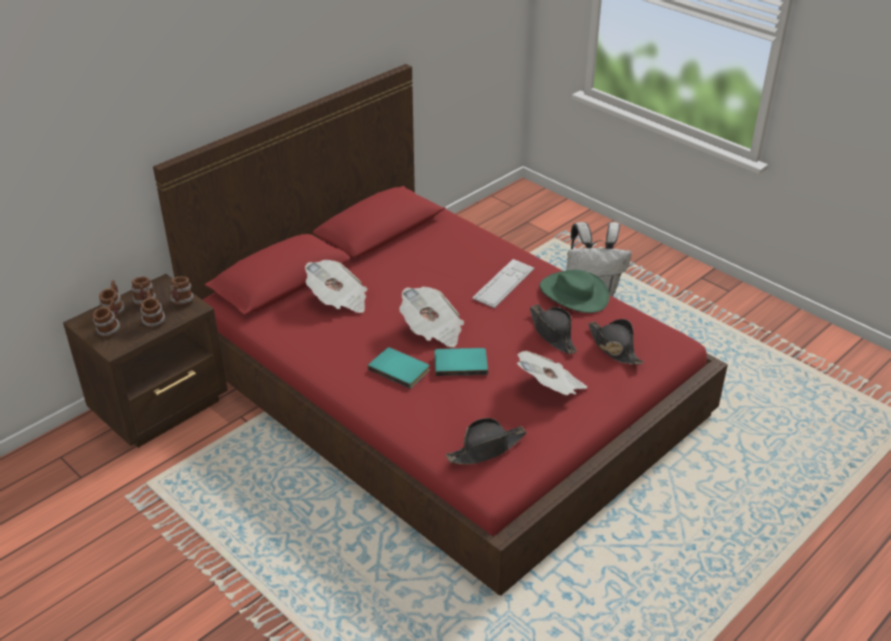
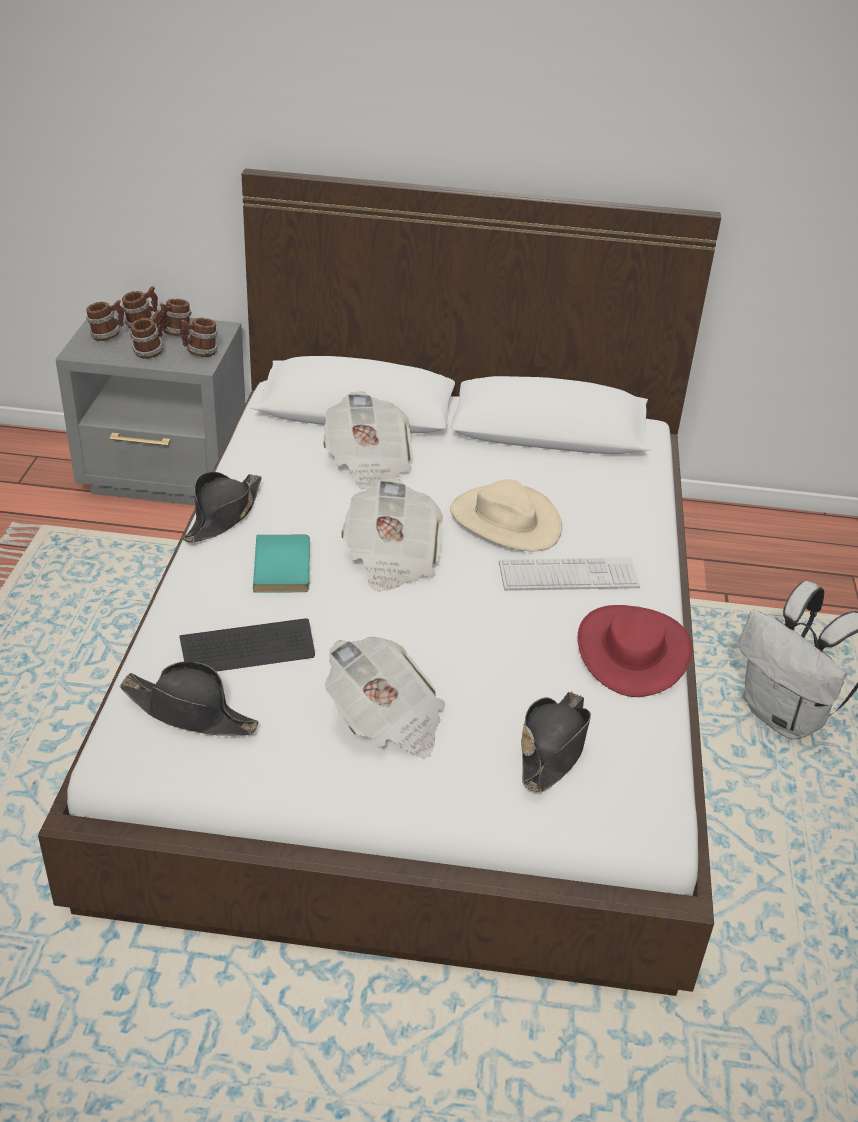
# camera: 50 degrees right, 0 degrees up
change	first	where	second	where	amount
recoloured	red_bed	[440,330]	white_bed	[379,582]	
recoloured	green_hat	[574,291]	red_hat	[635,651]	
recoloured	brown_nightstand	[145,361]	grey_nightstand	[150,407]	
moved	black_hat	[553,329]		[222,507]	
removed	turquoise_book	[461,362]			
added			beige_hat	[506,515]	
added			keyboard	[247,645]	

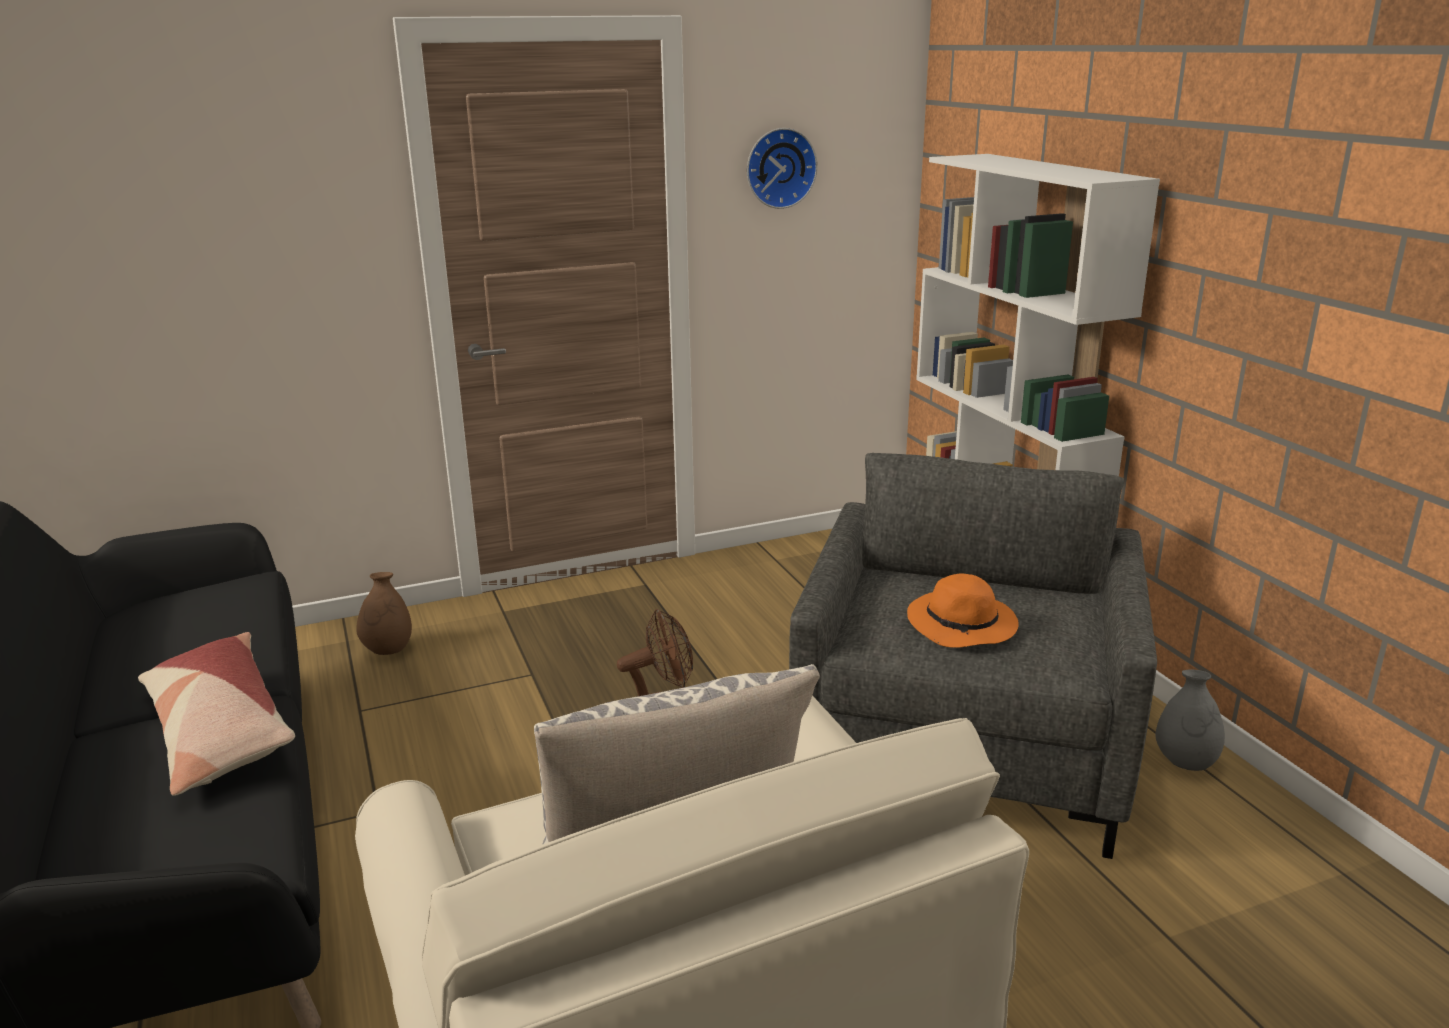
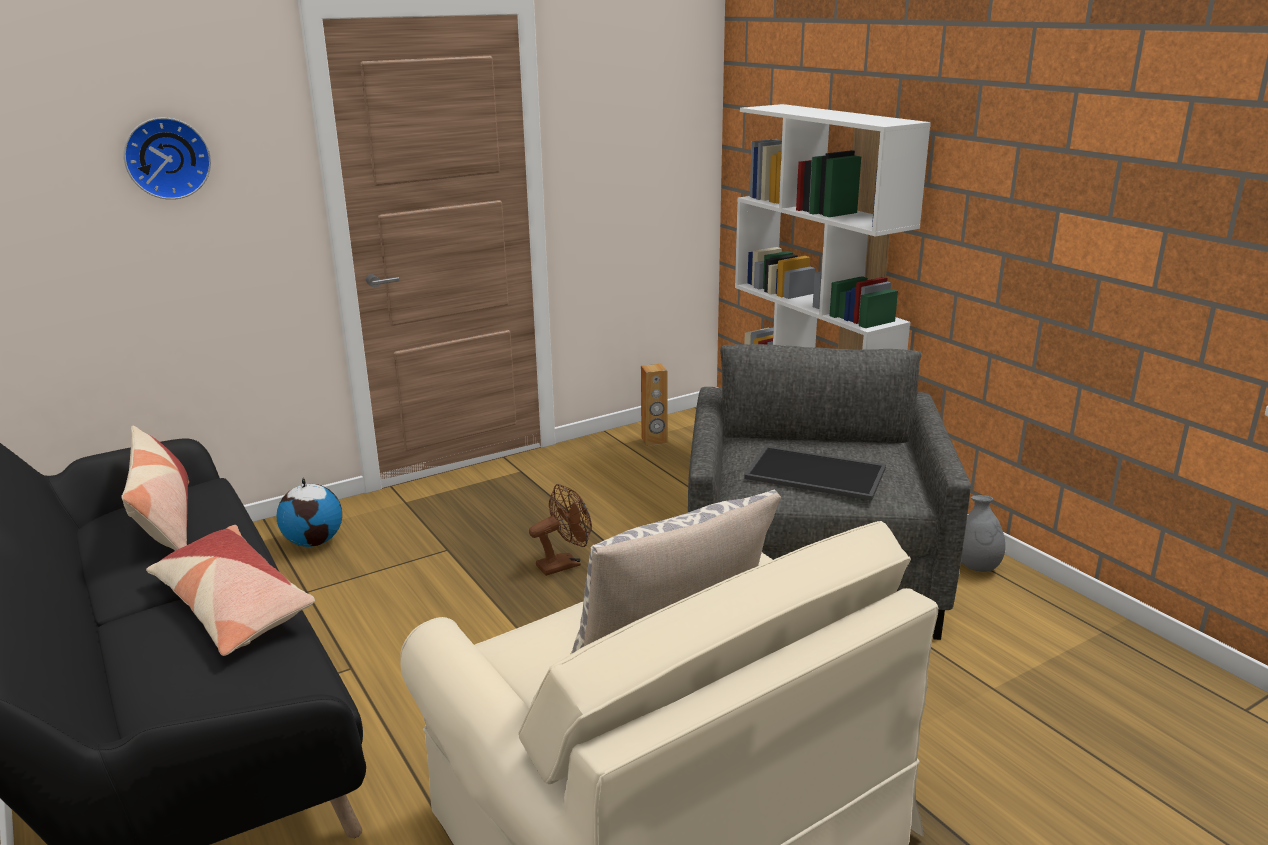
# camera: 10 degrees left, 0 degrees up
change	first	where	second	where	amount
moved	wall_clock	[782,168]		[167,158]	
replaced	brown_vase	[384,613]	globe	[309,512]	
replaced	orange_hat	[963,611]	tray	[815,473]	
added			brown_speaker	[654,405]	
added			pillow	[155,488]	

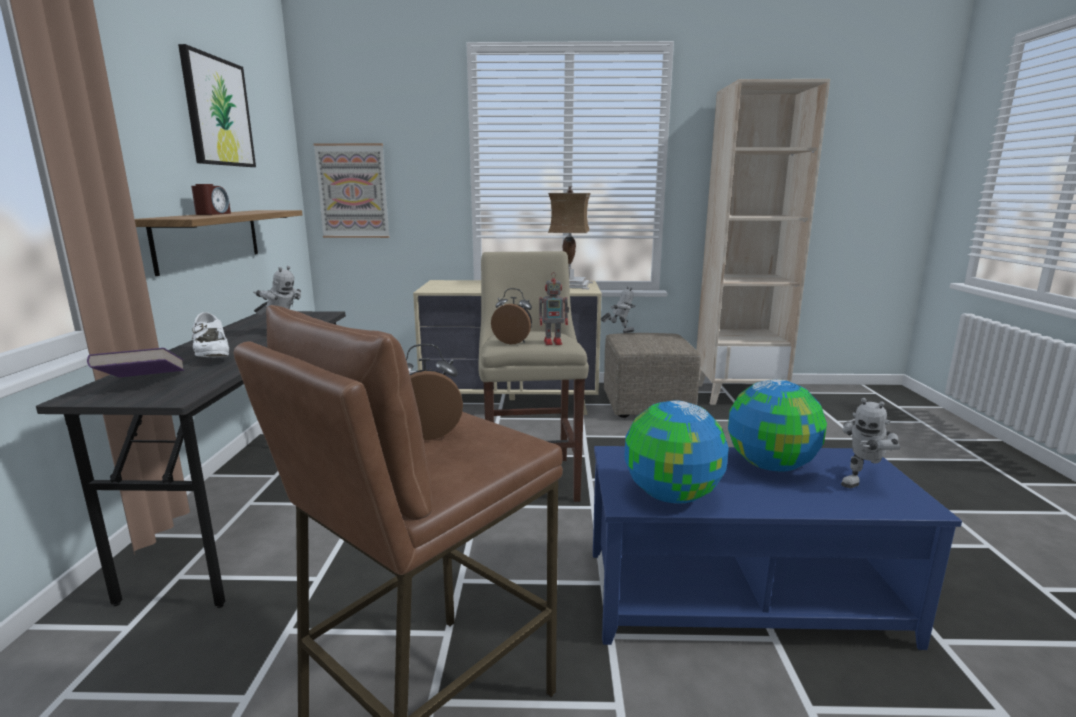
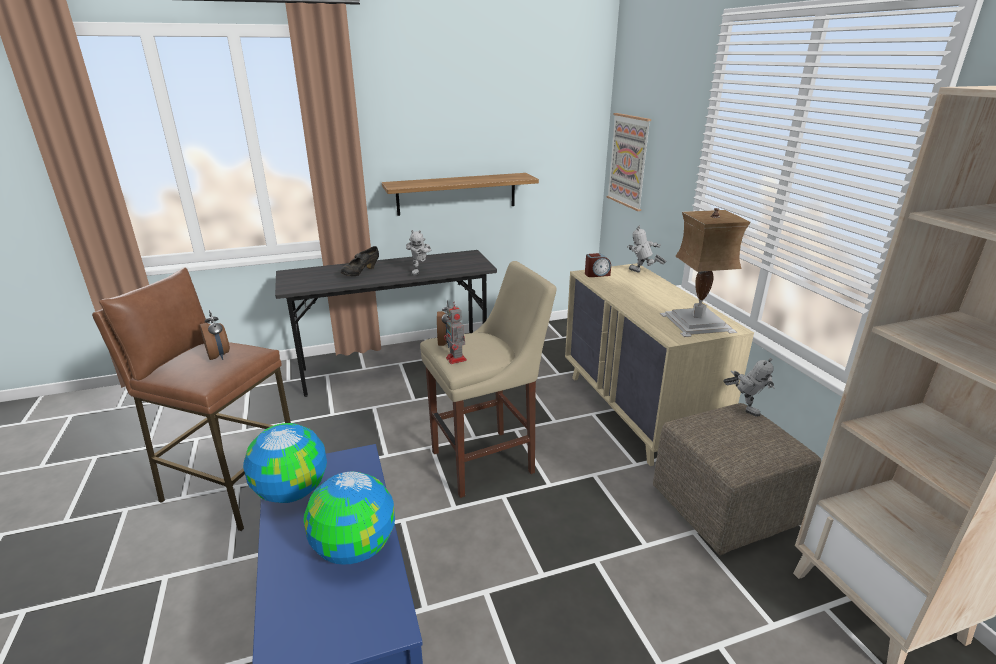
# camera: 70 degrees right, 10 degrees up
change	first	where	second	where	amount
removed	picture	[217,105]			
moved	alarm_clock	[211,199]		[598,265]	
recoloured	white_shoe	[210,334]	black_shoe	[359,261]	
removed	purple_book	[136,362]			
moved	toy_robot	[870,443]		[646,249]	

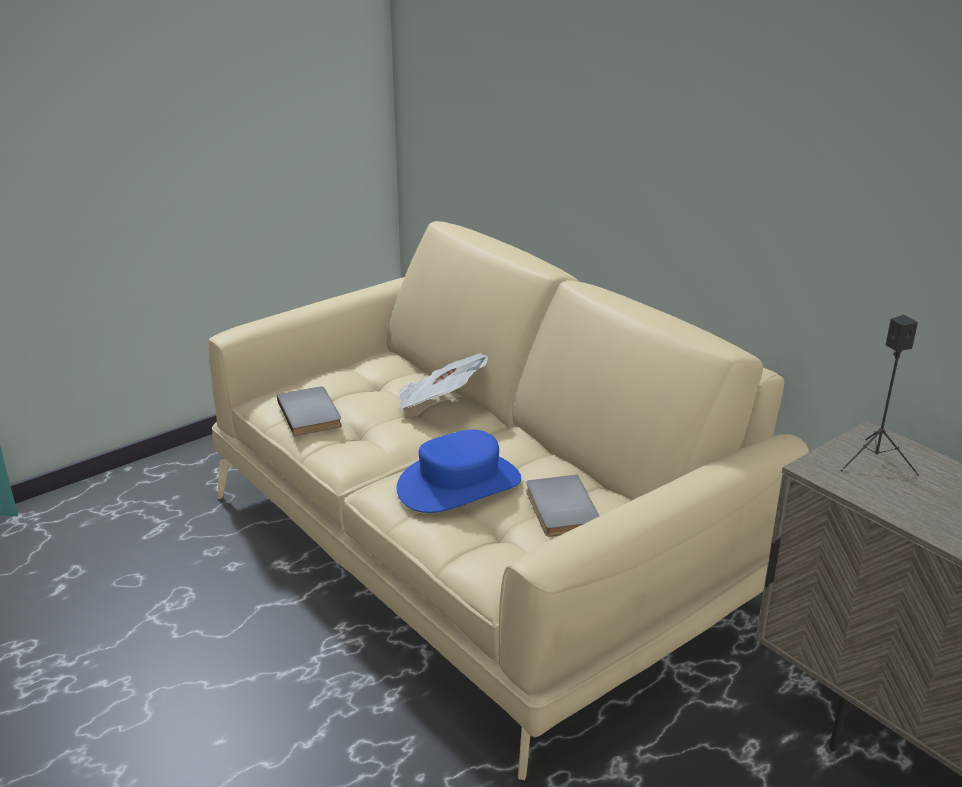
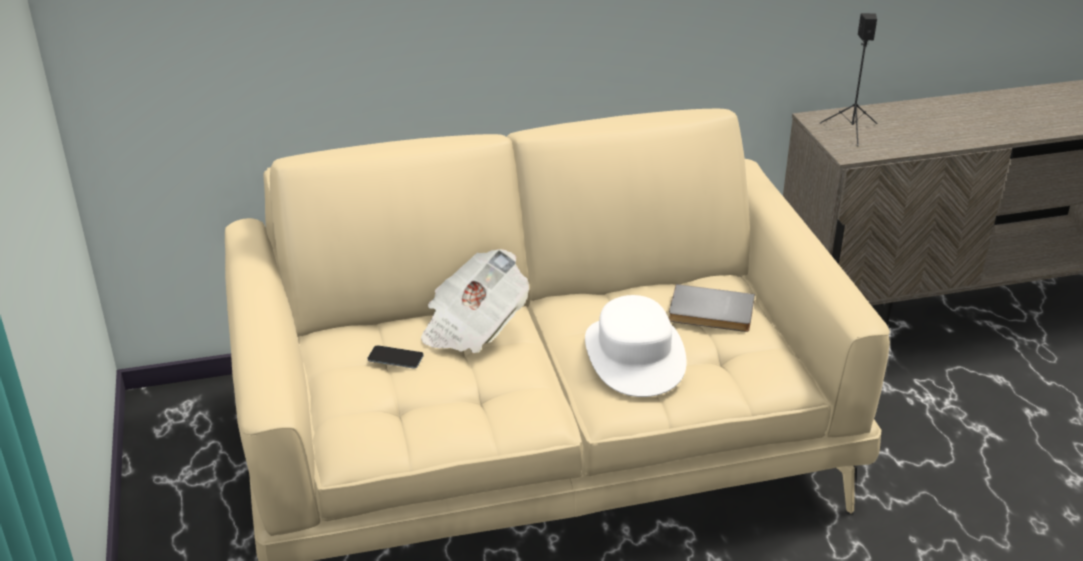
# camera: 65 degrees left, 5 degrees up
change	first	where	second	where	amount
removed	grey_book	[309,411]			
recoloured	blue_hat	[459,471]	white_hat	[636,346]	
added			phone	[395,356]	

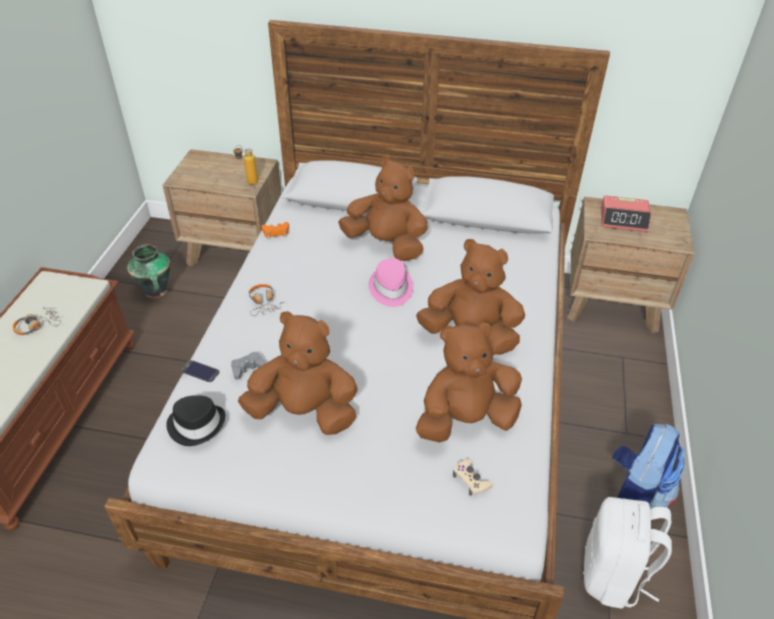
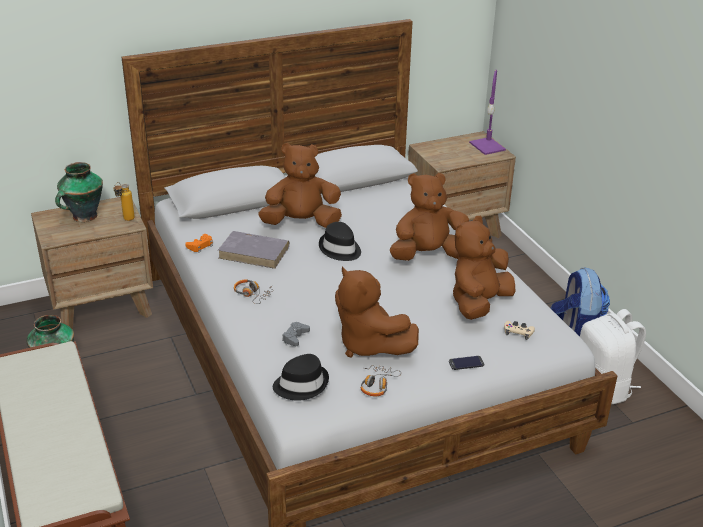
# camera: 35 degrees left, 10 degrees down
change	first	where	second	where	amount
removed	alarm_clock	[626,213]			
recoloured	pink_hat	[391,282]	black_hat	[340,241]	
moved	headphones	[37,321]		[381,380]	
turned	brown_plush_toy	[298,373]		[377,312]	105 degrees counterclockwise
moved	phone	[200,371]		[466,363]	
added			purple_table_lamp	[487,112]	
added			vase	[79,192]	
added			grey_book	[254,250]	

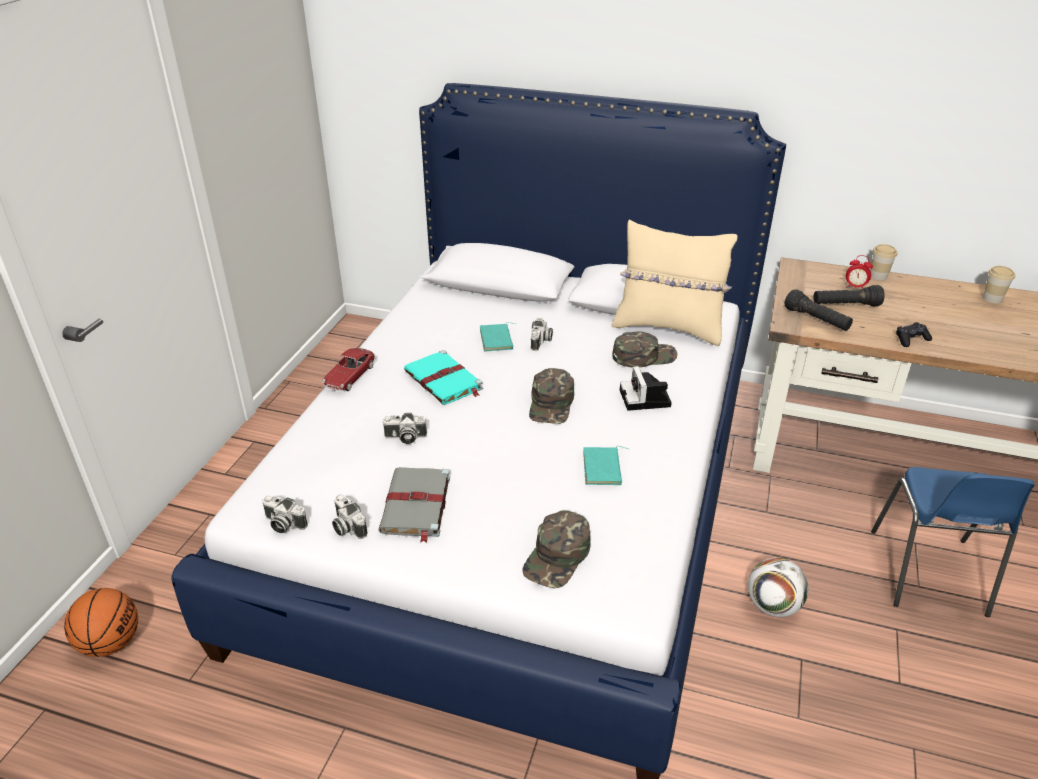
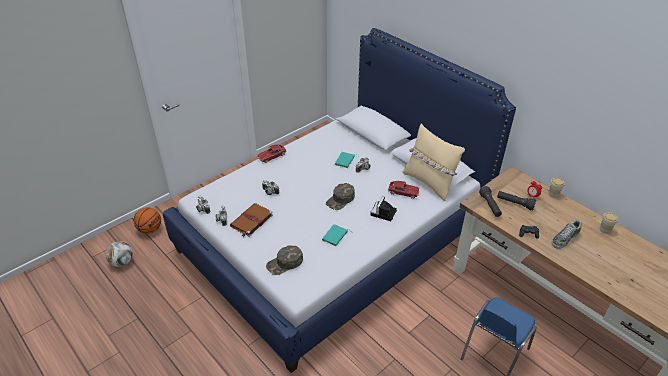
# camera: 30 degrees right, 5 degrees up
change	first	where	second	where	amount
replaced	green_cap	[644,349]	toy_car	[403,190]	
removed	turquoise_book	[443,377]			
recoloured	grey_book	[414,505]	brown_book	[251,220]	
moved	football	[778,587]		[119,254]	
added			shoe	[567,234]	

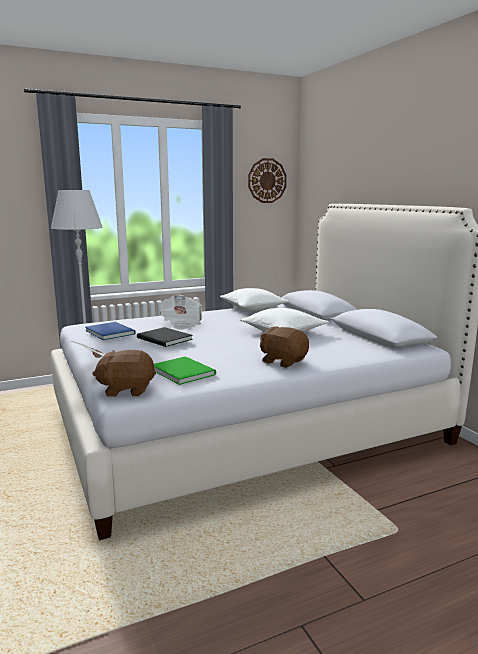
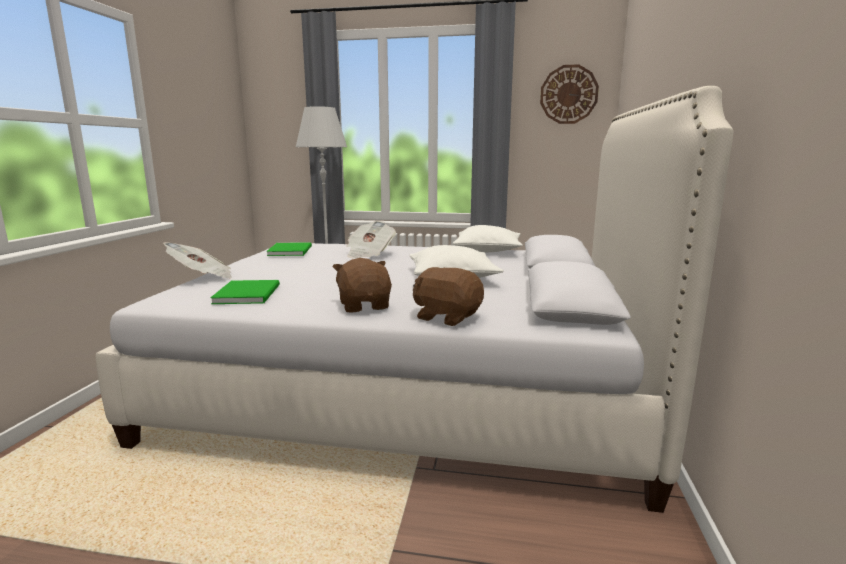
# camera: 35 degrees right, 0 degrees up
change	first	where	second	where	amount
recoloured	blue_book	[111,331]	green_book	[289,249]	
removed	black_book	[165,337]			
moved	brown_plush_toy	[124,373]		[448,296]	

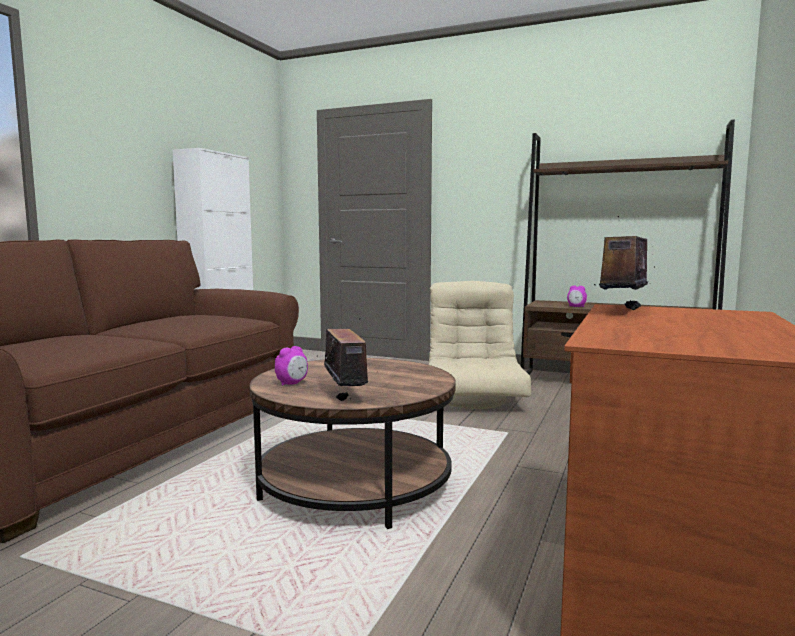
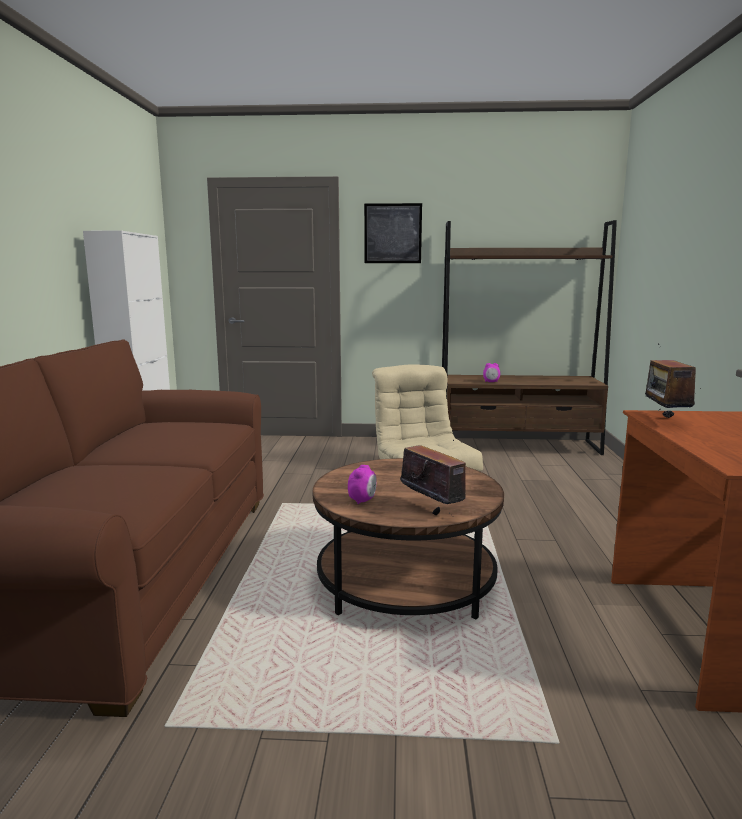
# camera: 20 degrees left, 5 degrees up
change	first	where	second	where	amount
added			picture	[393,233]	

